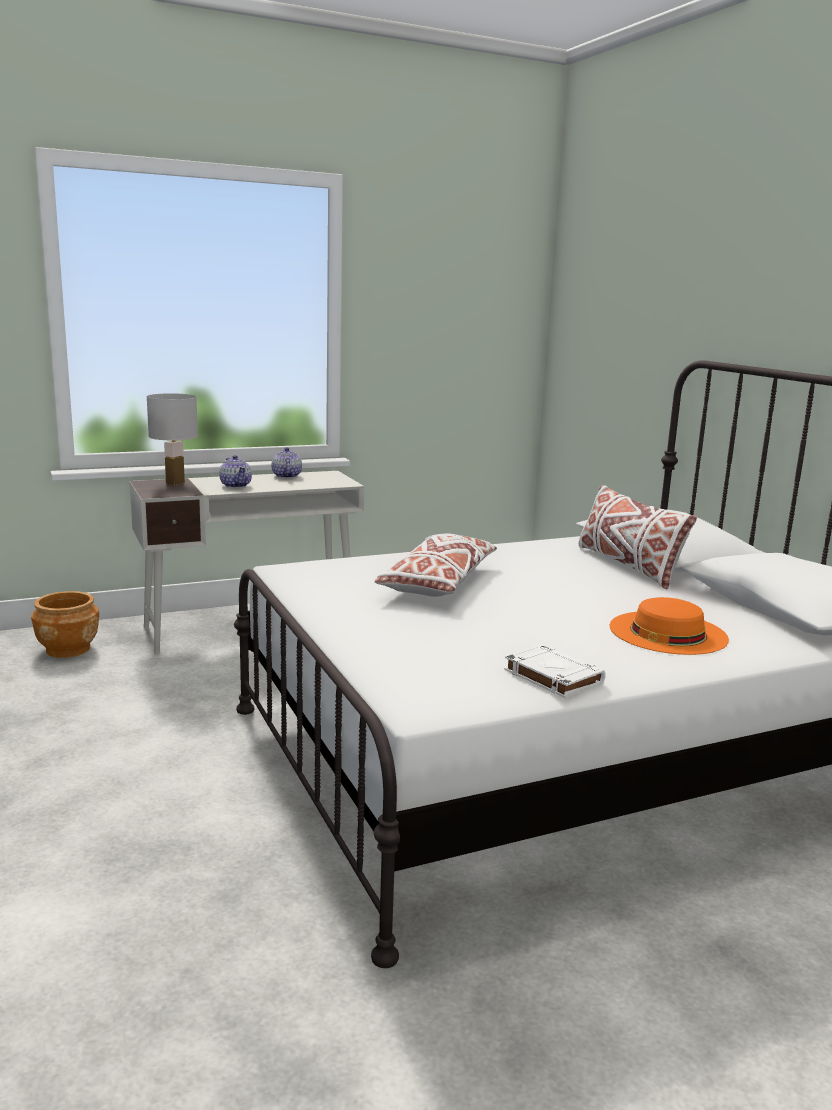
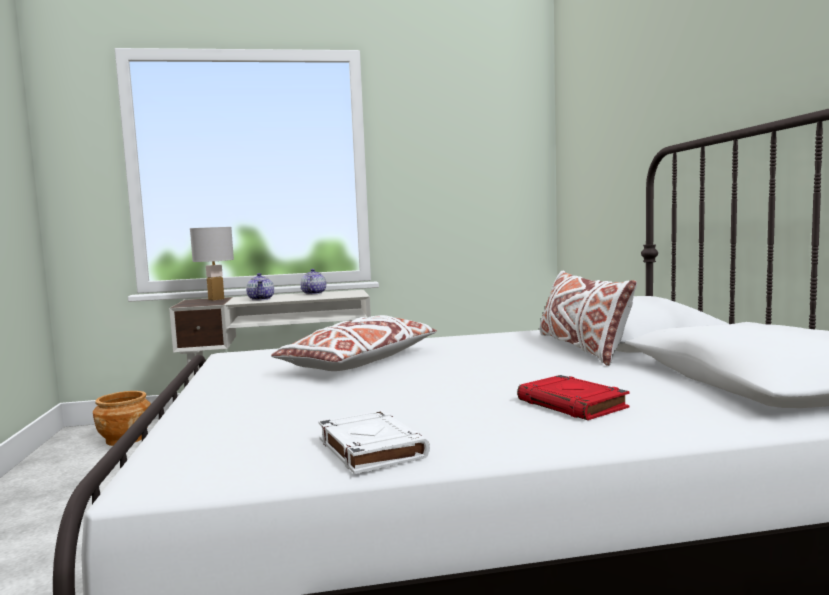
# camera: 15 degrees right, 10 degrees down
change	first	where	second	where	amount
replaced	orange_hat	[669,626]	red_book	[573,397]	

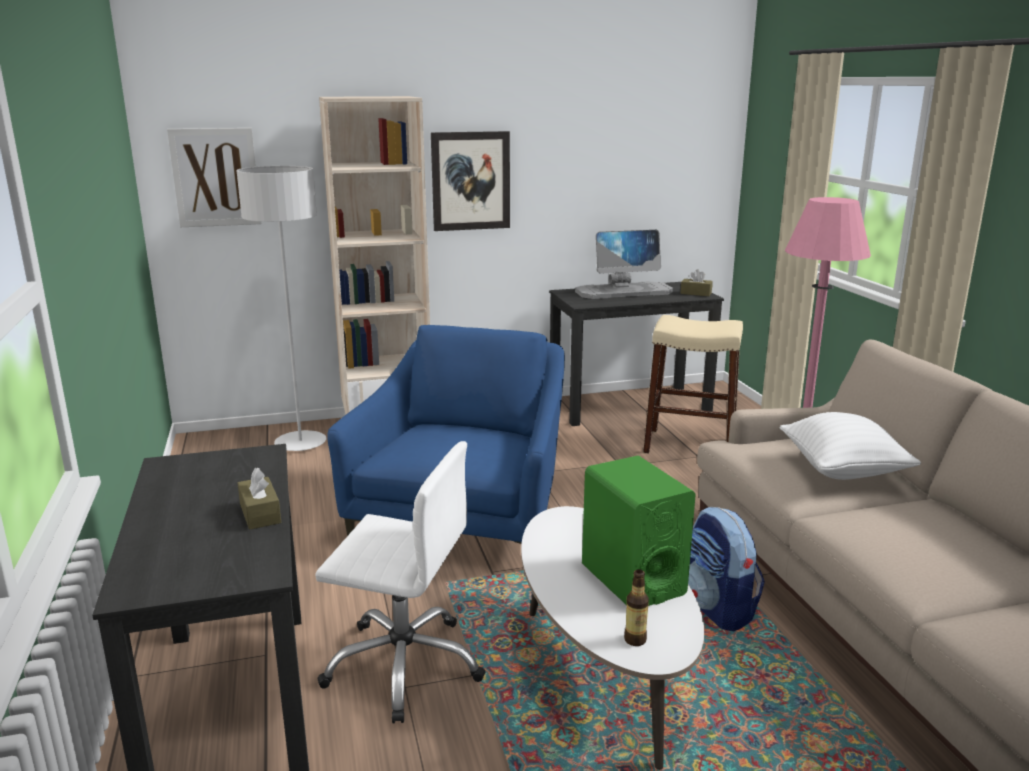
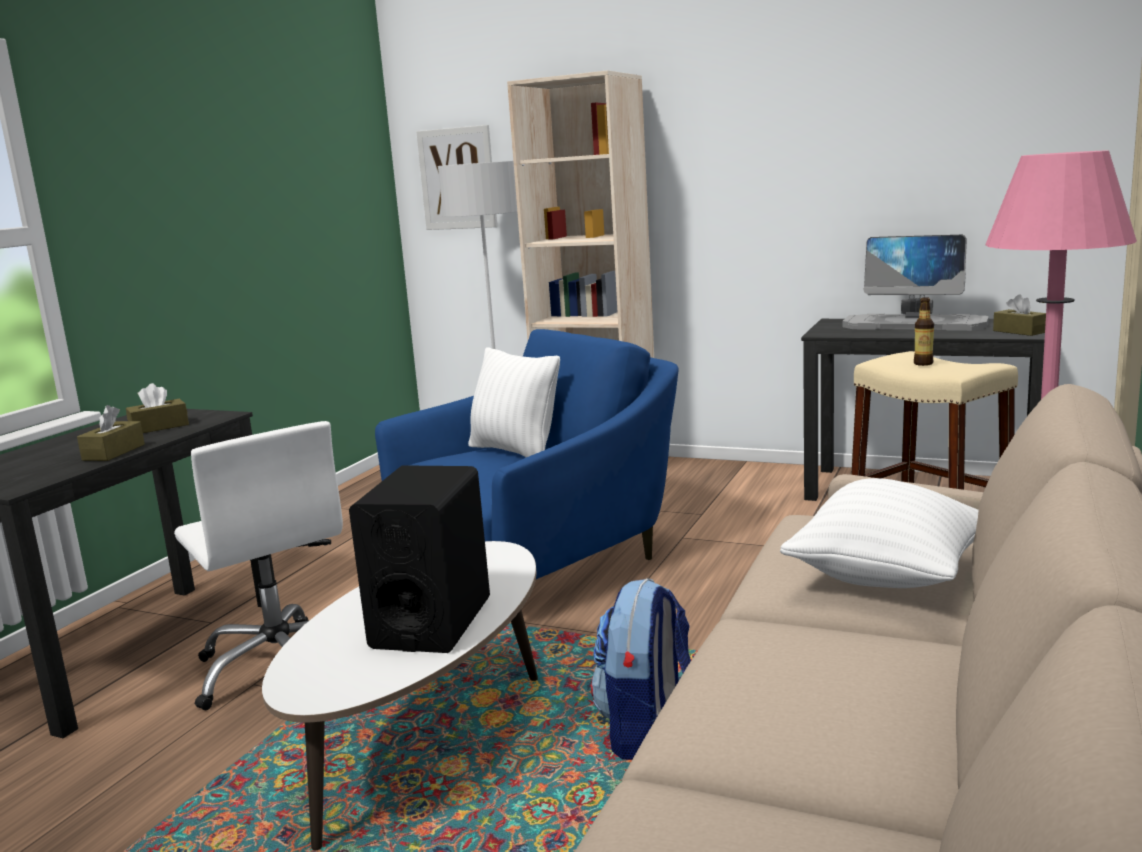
# camera: 40 degrees right, 5 degrees down
change	first	where	second	where	amount
removed	picture	[470,181]			
recoloured	green_speaker	[639,531]	black_speaker	[419,559]	
moved	bottle	[636,607]		[924,331]	
added			white_pillow	[514,402]	
added			brown_tissue_box	[157,408]	

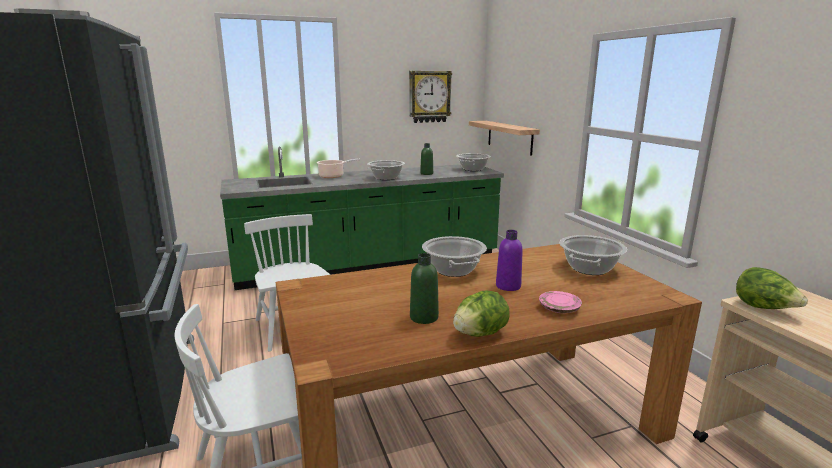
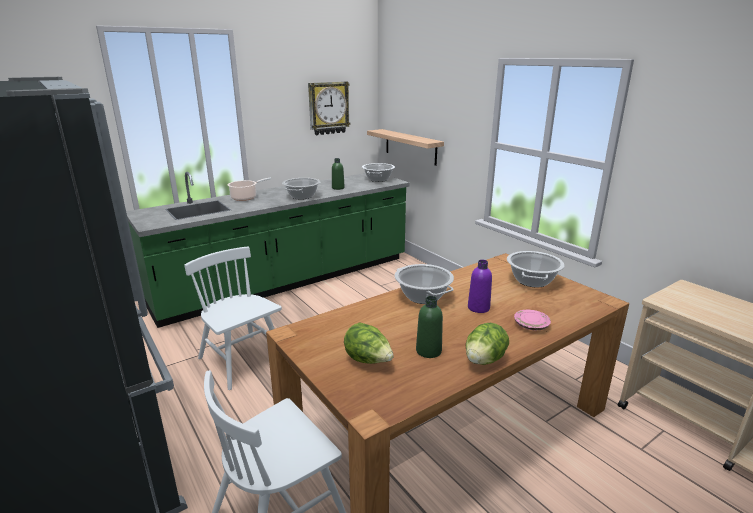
# camera: 15 degrees left, 5 degrees up
change	first	where	second	where	amount
moved	lettuce	[772,288]		[369,343]	

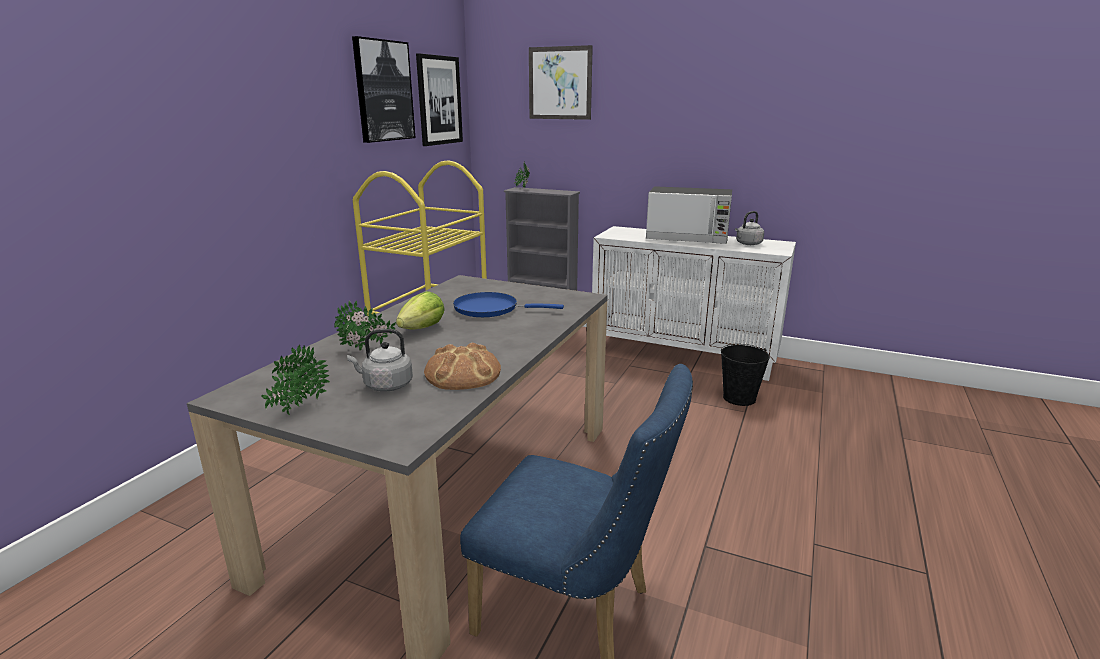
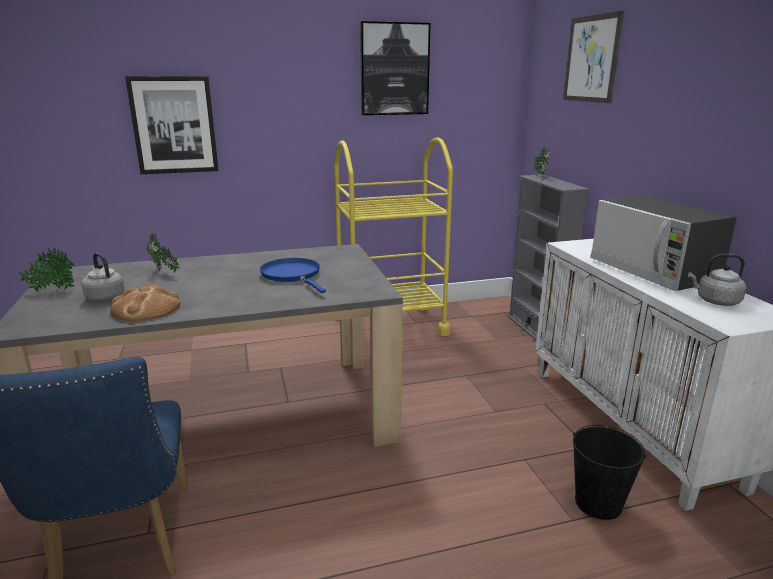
# camera: 50 degrees right, 0 degrees up
change	first	where	second	where	amount
moved	picture	[439,99]		[172,125]	
removed	lettuce	[420,310]			

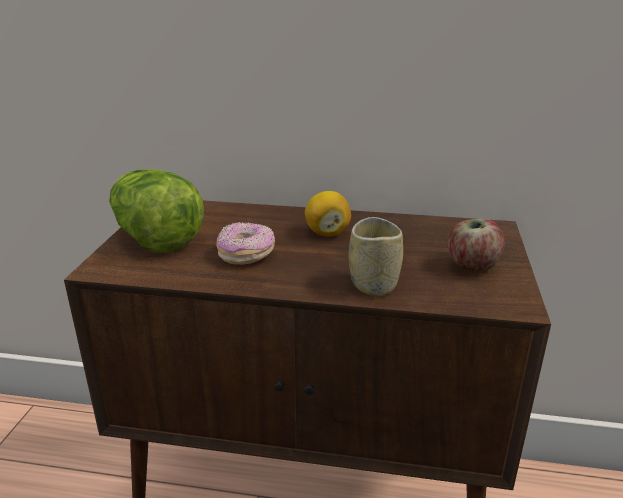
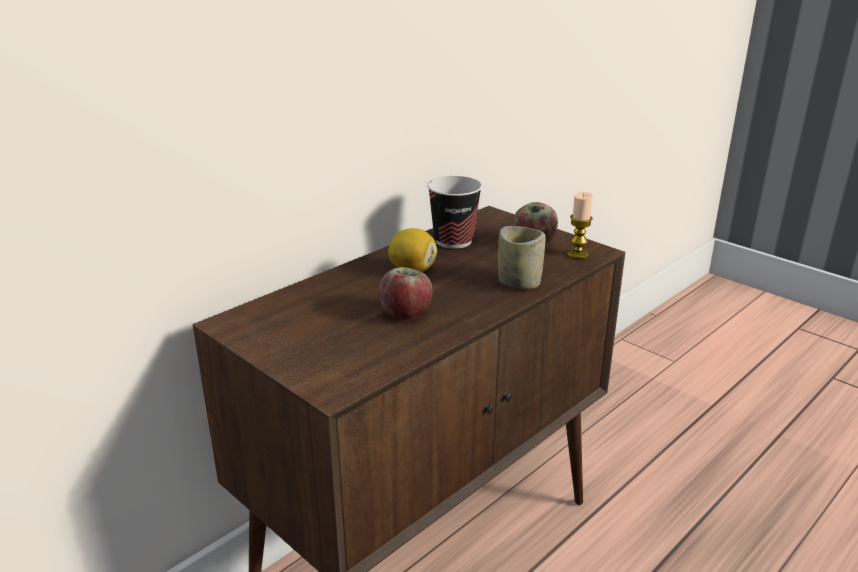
# camera: 55 degrees left, 0 degrees up
change	first	where	second	where	amount
removed	lettuce	[156,211]			
replaced	donut	[245,243]	apple	[405,293]	
added			cup	[454,212]	
added			candle	[580,225]	

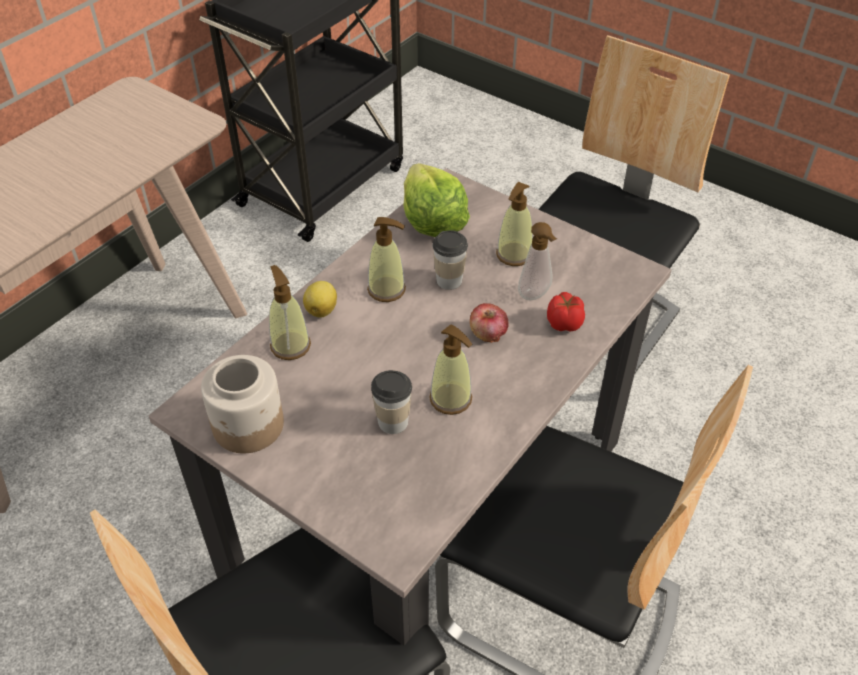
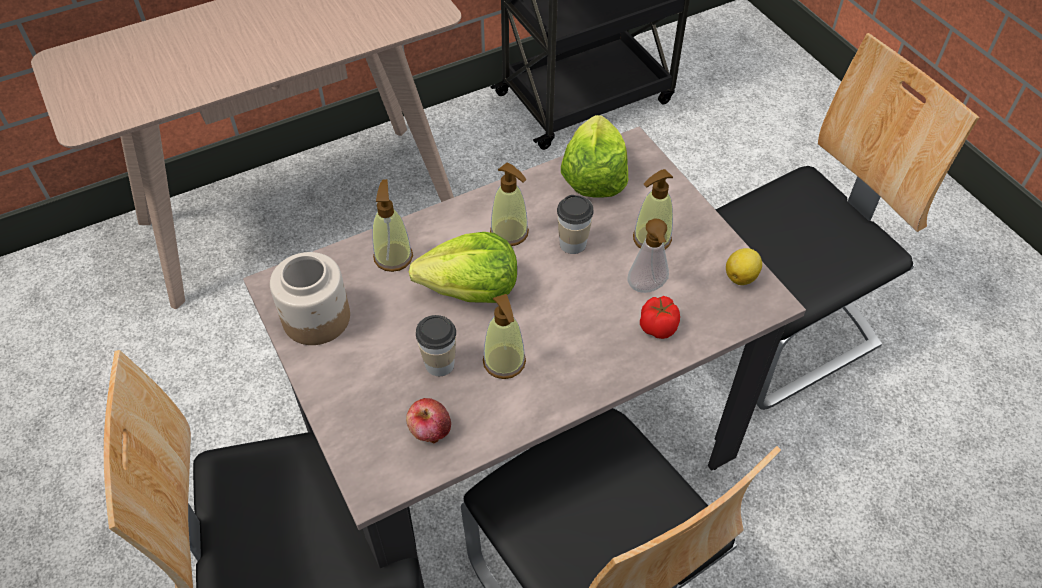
# camera: 25 degrees right, 5 degrees up
change	first	where	second	where	amount
moved	lemon	[320,299]		[744,266]	
moved	apple	[489,323]		[428,421]	
added			lettuce	[463,267]	

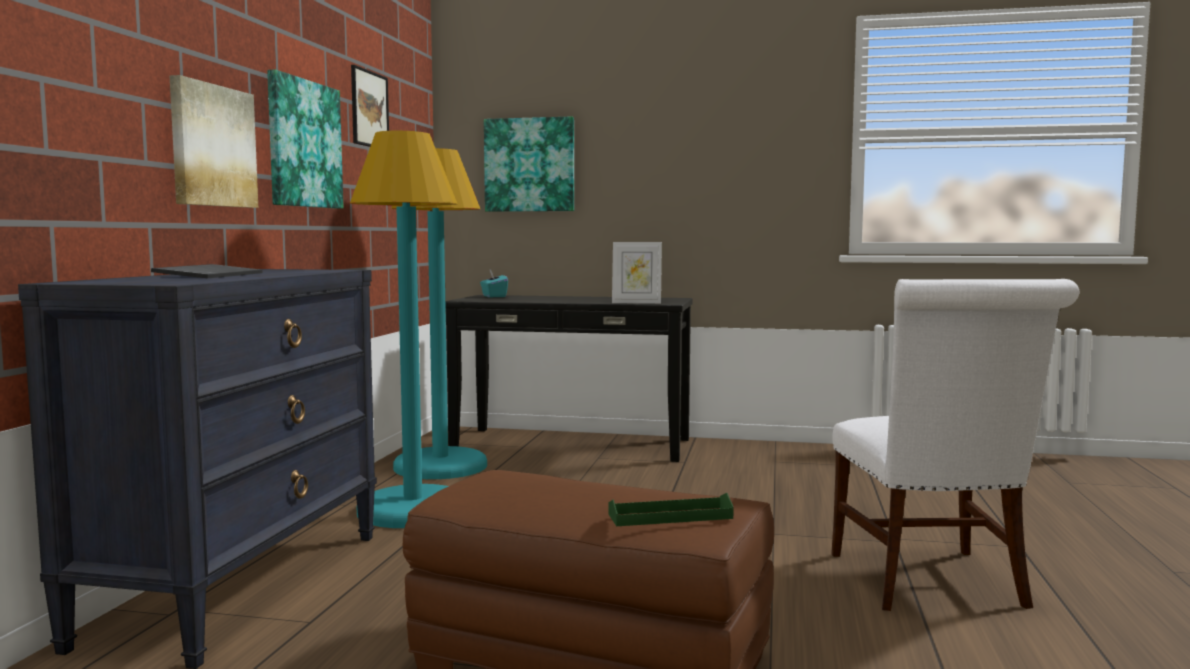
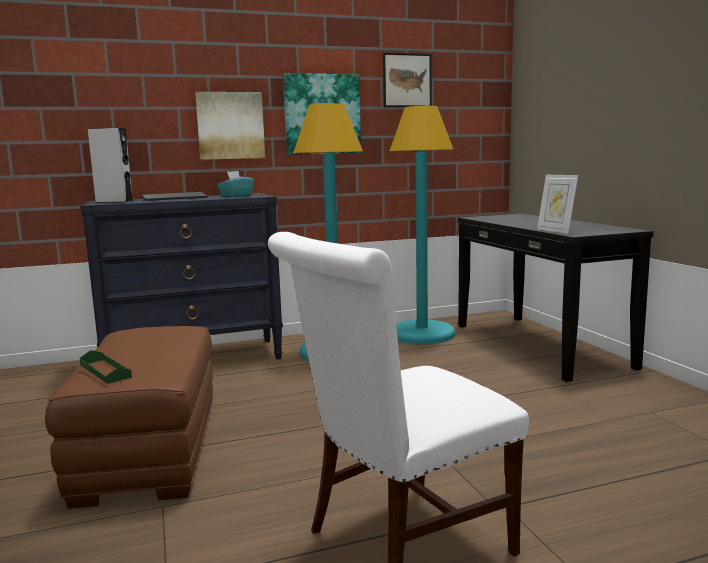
# camera: 60 degrees right, 5 degrees up
change	first	where	second	where	amount
removed	picture	[529,164]			
moved	turquoise_tissue_box	[494,283]		[235,184]	
added			grey_speaker	[110,165]	

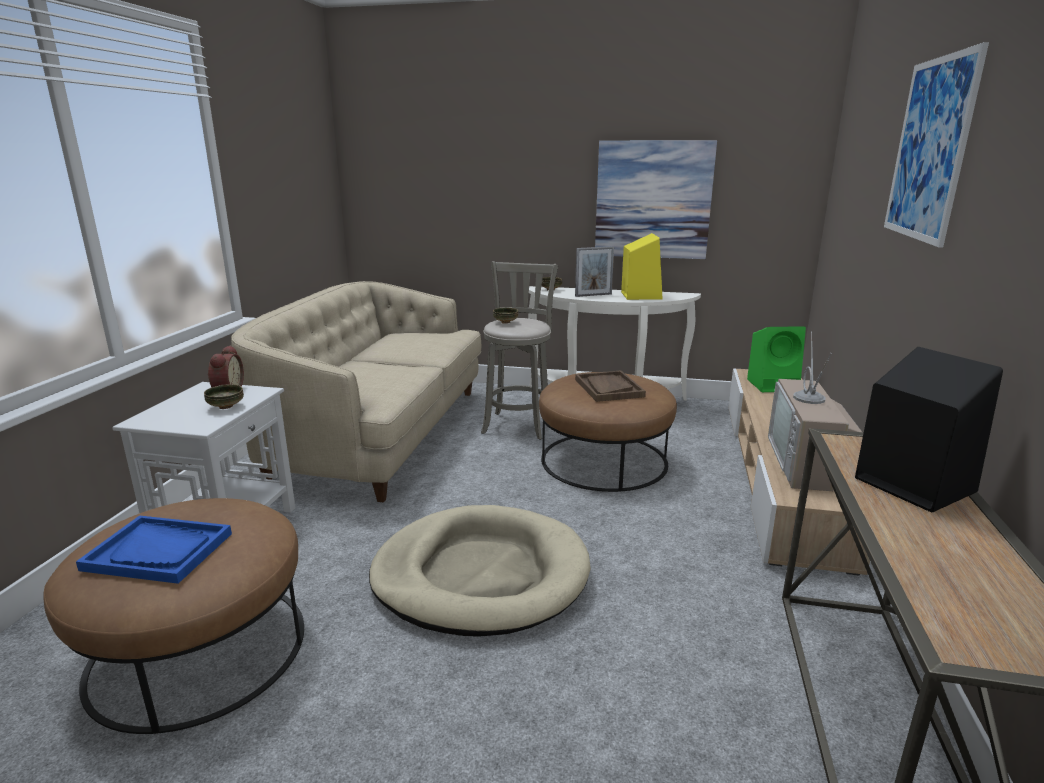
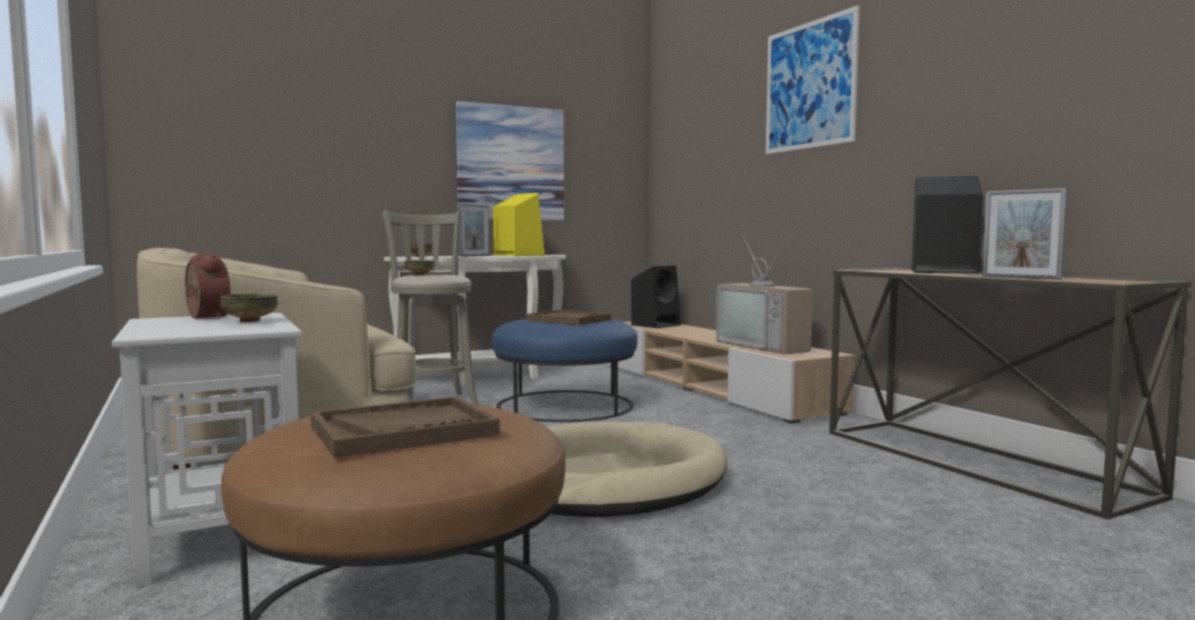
# camera: 40 degrees left, 15 degrees down
change	first	where	second	where	amount
recoloured	green_speaker	[776,359]	black_speaker	[656,297]	
recoloured	brown_ottoman	[608,432]	blue_ottoman	[565,370]	
recoloured	blue_tray	[154,549]	brown_tray	[405,427]	
added			picture_frame	[1024,234]	

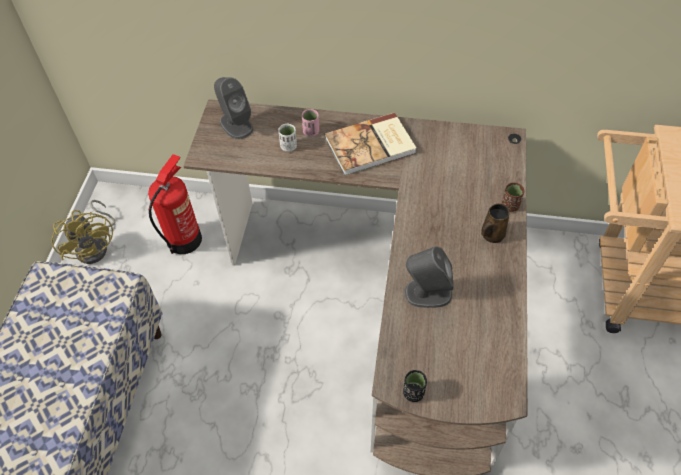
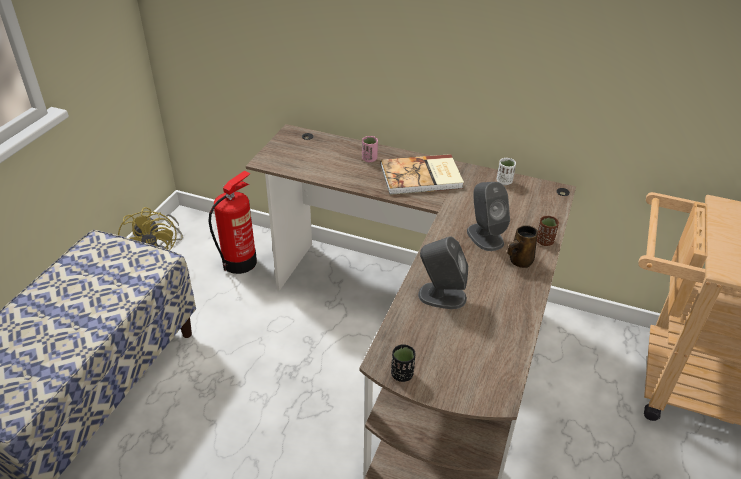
# camera: 10 degrees right, 15 degrees down
change	first	where	second	where	amount
moved	grey_speaker	[233,108]		[488,216]	
moved	white_cup	[287,138]		[506,171]	

